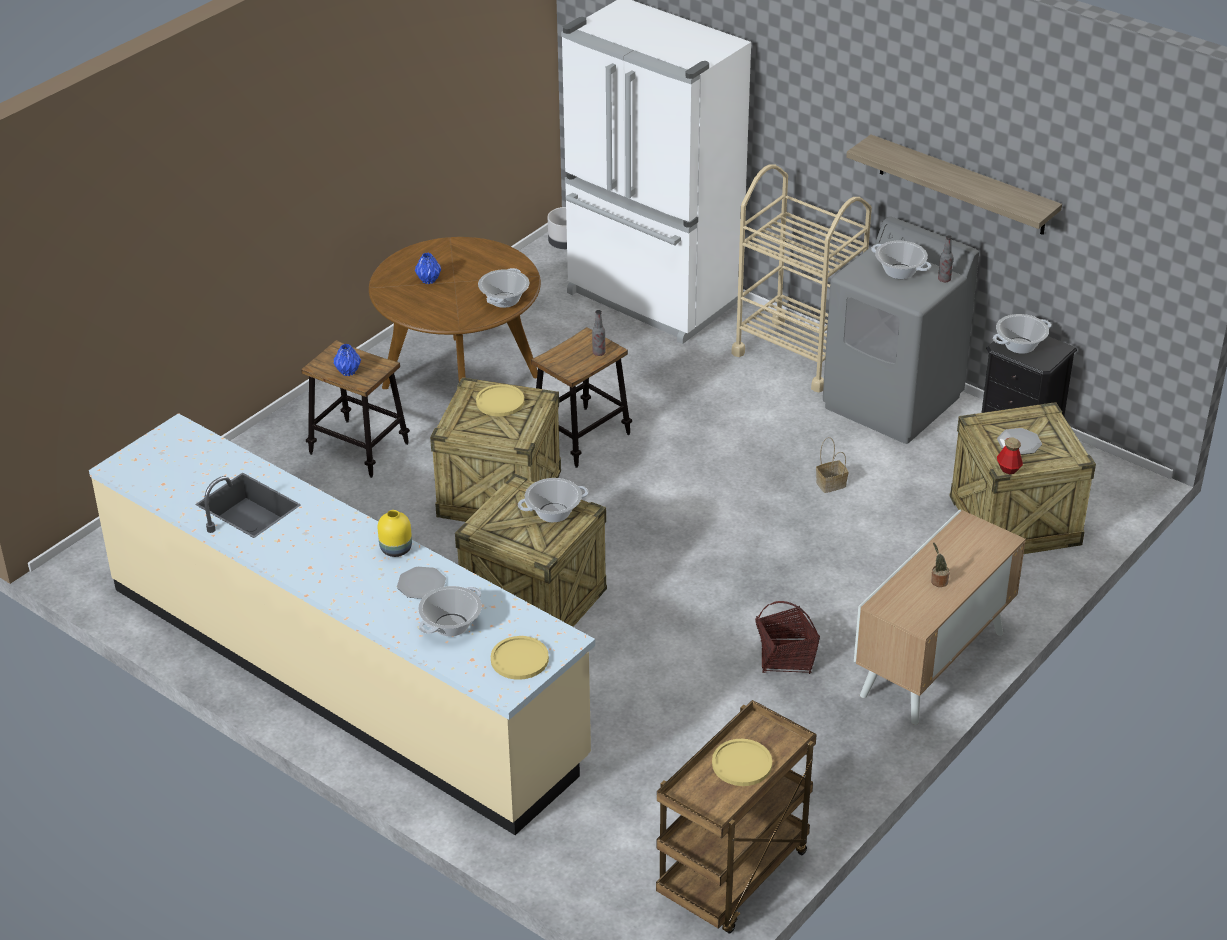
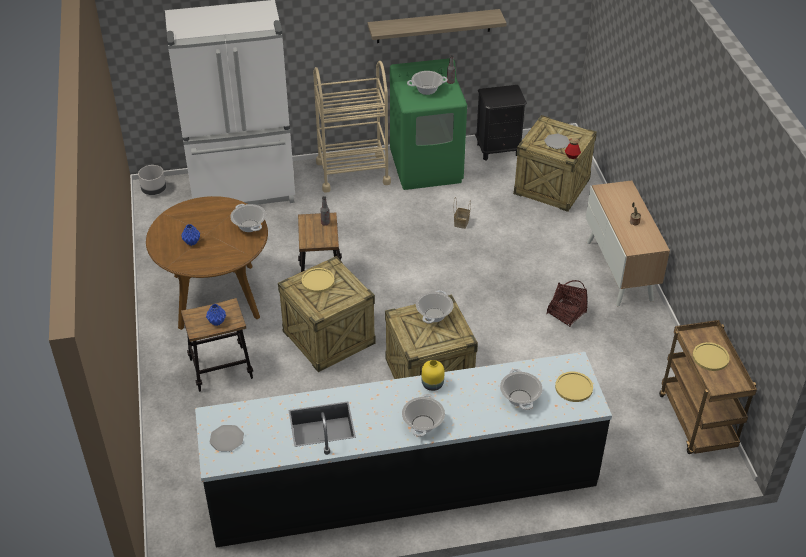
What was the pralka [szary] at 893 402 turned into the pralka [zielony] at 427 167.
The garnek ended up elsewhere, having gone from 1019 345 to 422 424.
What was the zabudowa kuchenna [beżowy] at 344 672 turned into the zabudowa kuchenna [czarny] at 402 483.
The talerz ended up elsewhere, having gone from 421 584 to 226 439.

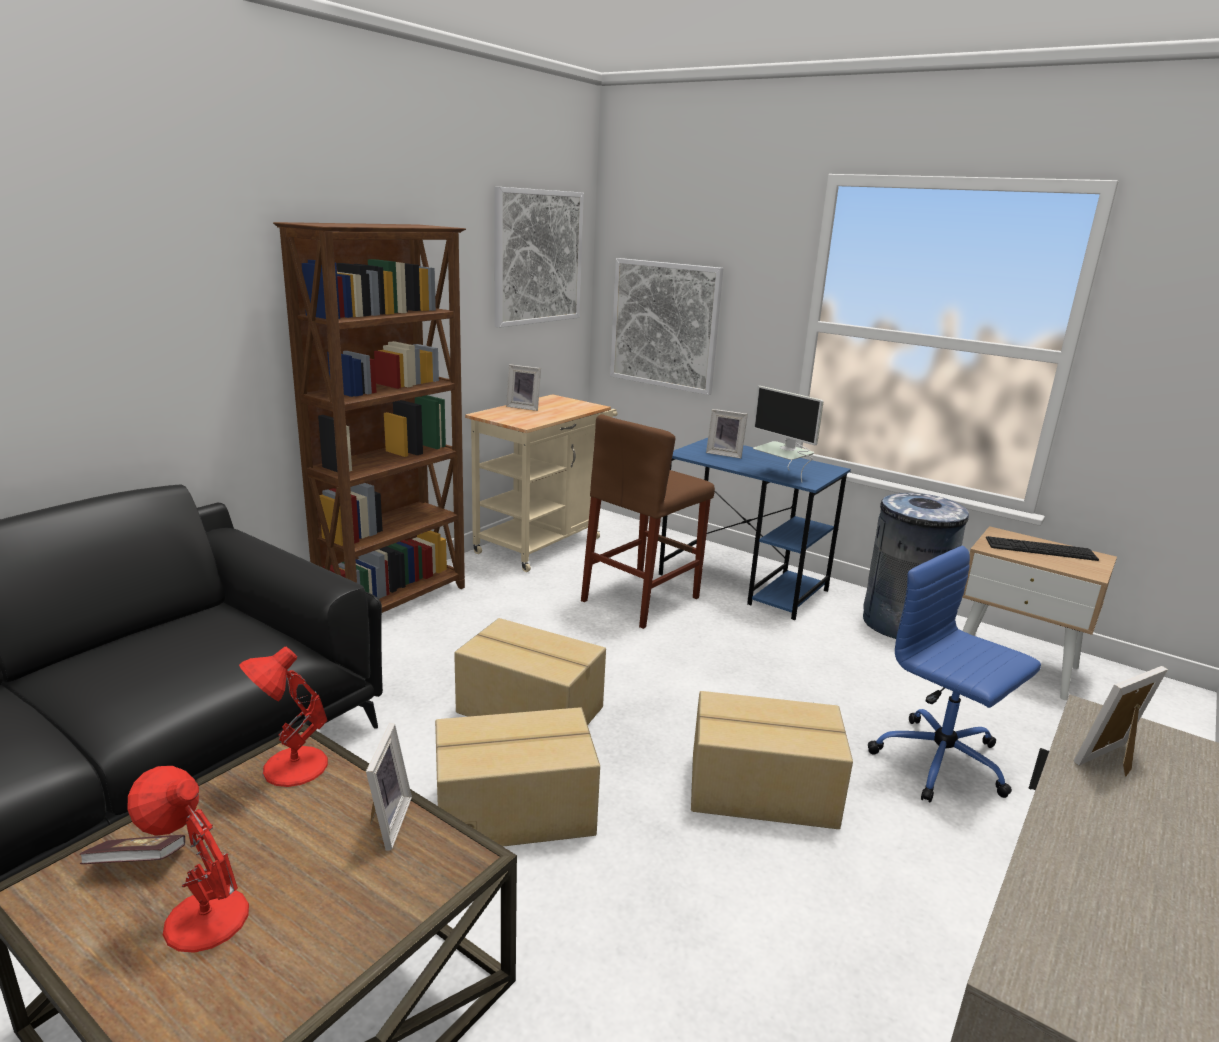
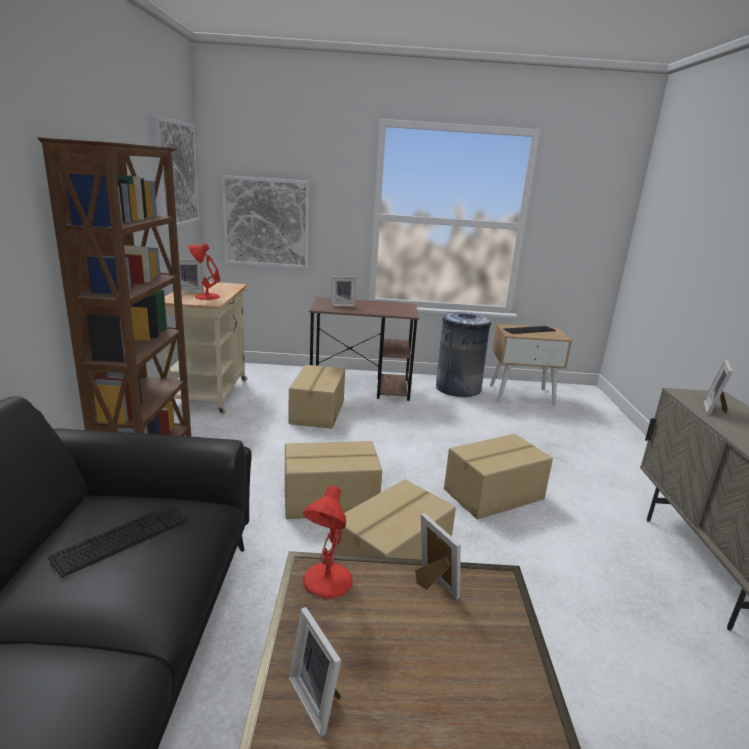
The second view lost the monitor at 781 476.
Where the stołek [brązowy] stood at 641 599, the karton came to stand at 316 412.
What was the biurko [niebieski] at 743 583 turned into the biurko [brązowy] at 361 387.
The second view lost the krzesło biurowe [niebieski] at 942 763.
The lampa stołowa [czerwony] ended up elsewhere, having gone from 202 917 to 205 296.
Where the książka stood at 137 863, the ramka na zdjęcie came to stand at 318 698.
The second view gained the klawiatura at 122 538.

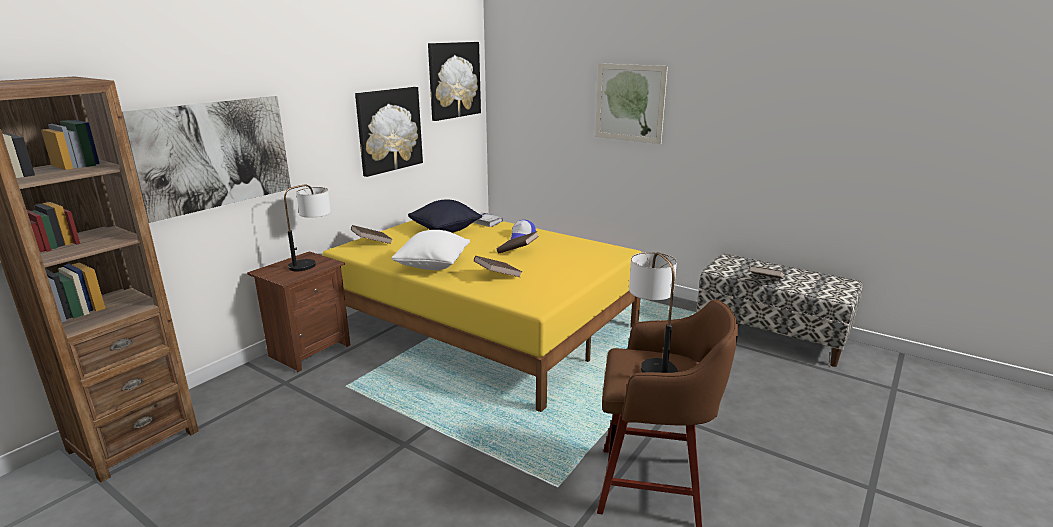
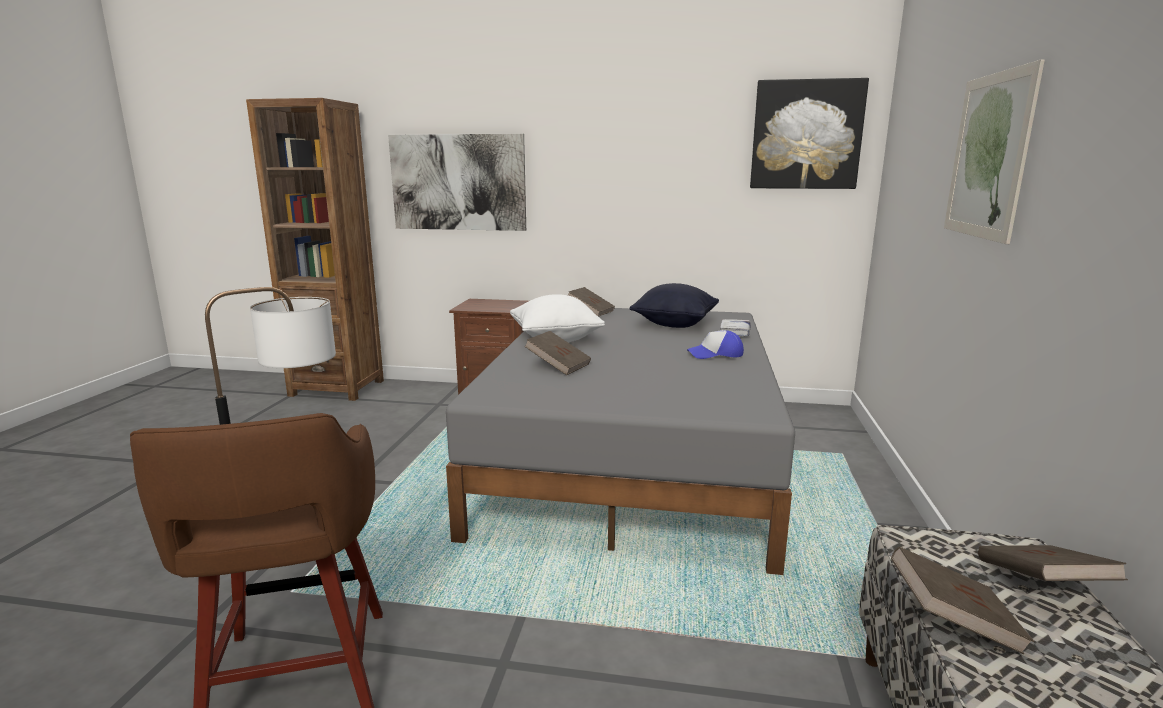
The second view lost the obraz at 389 130.
The second view lost the lampa stołowa at 313 262.
What was the łóżko [żółty] at 484 326 turned into the łóżko [szary] at 633 456.
The książka [brązowy] ended up elsewhere, having gone from 517 251 to 1041 585.

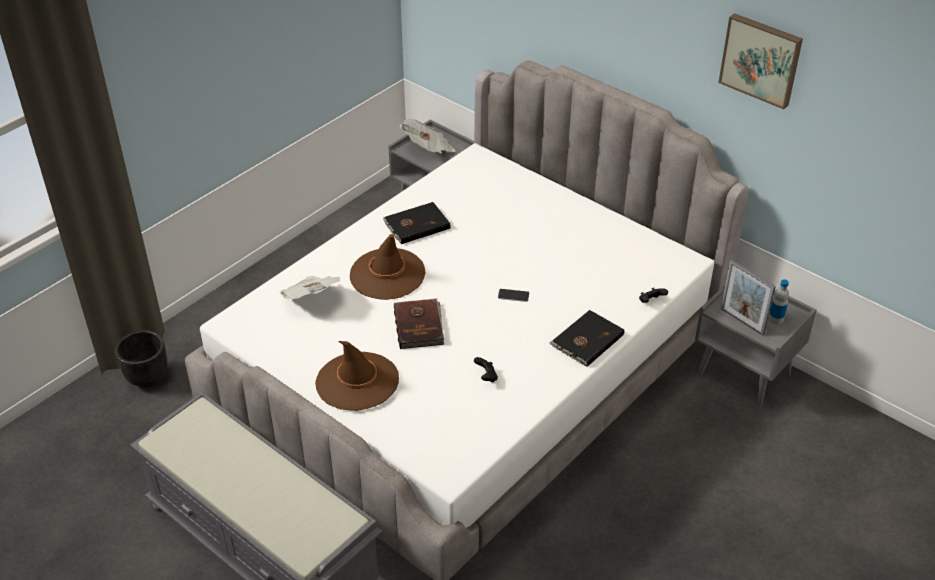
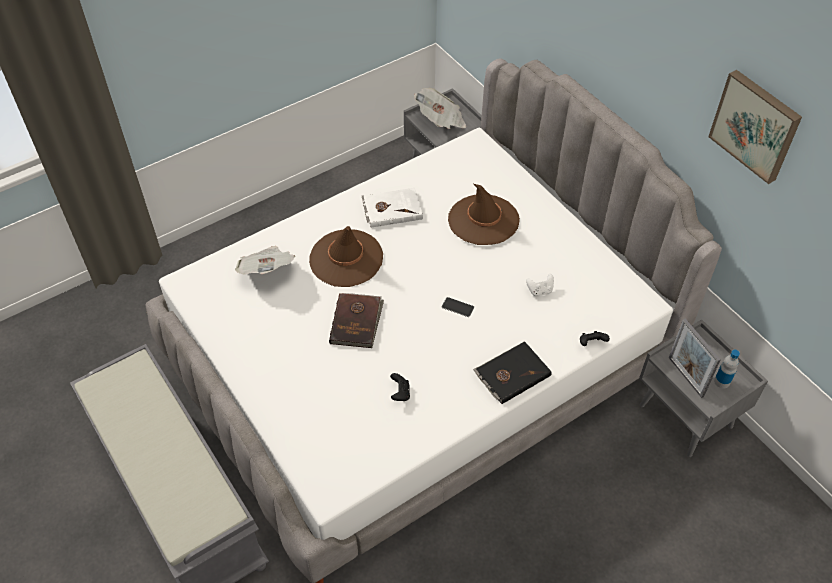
What was the książka [czarny] at 416 225 turned into the książka [biały] at 392 209.
The second view lost the donica [czarny] at 147 377.
The kapelusz [brązowy] ended up elsewhere, having gone from 357 381 to 483 220.
The second view gained the pad do gier [biały] at 540 291.

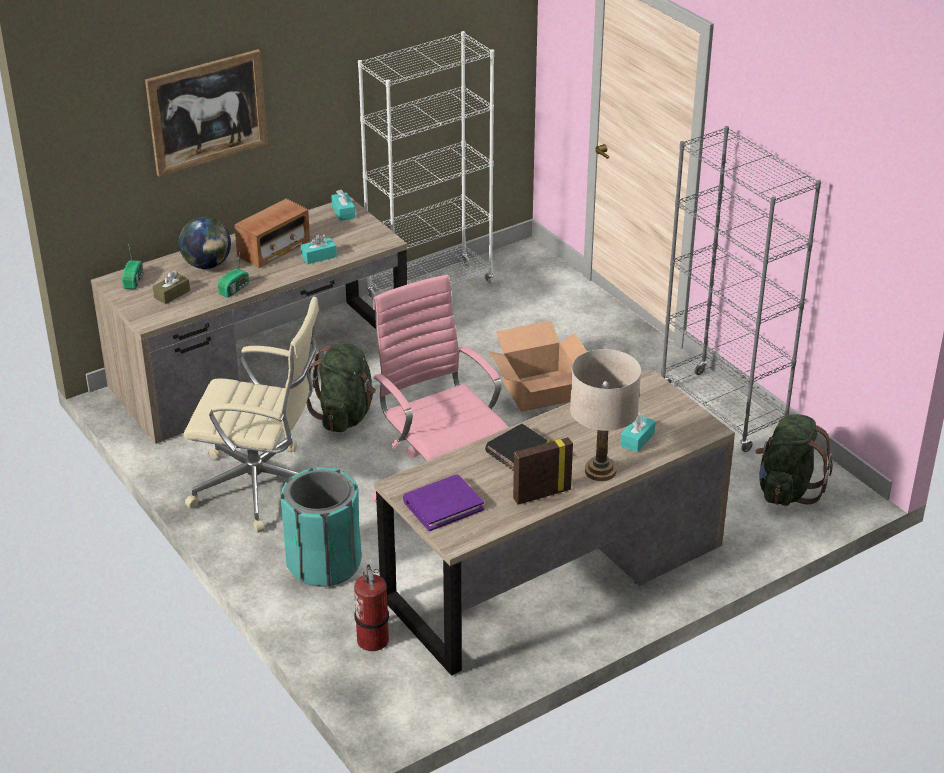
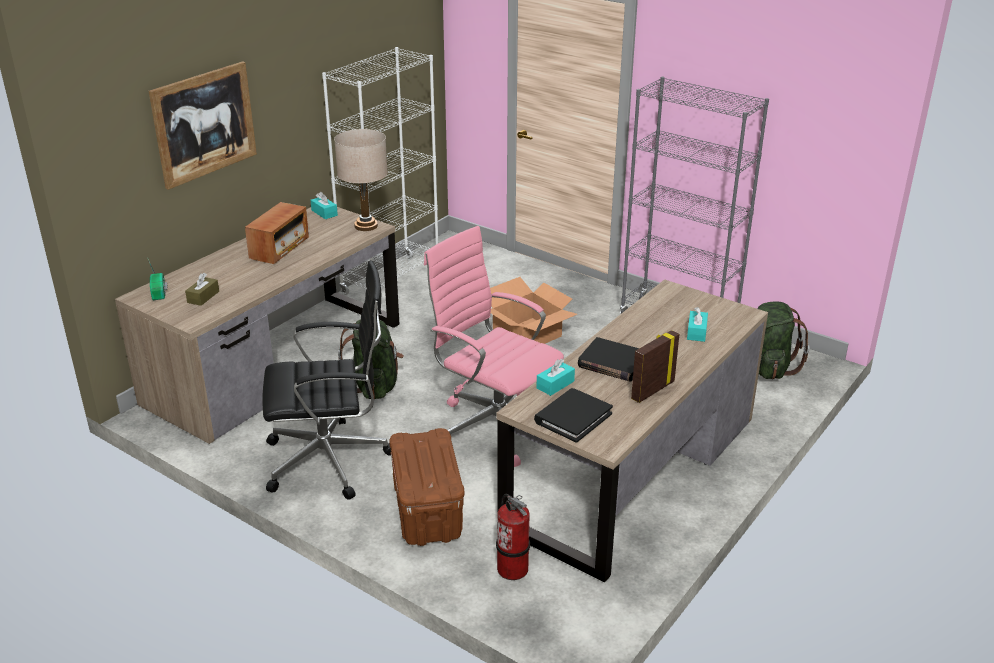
The second view lost the globus at 207 265.
The pudełko chusteczek [turkusowy] ended up elsewhere, having gone from 319 256 to 555 385.
The second view lost the radio at 235 289.
What was the krzesło biurowe [beżowy] at 261 488 turned into the krzesło biurowe [czarny] at 331 460.
The lampa stołowa [beżowy] ended up elsewhere, having gone from 600 471 to 366 226.
Where the kosz na śmieci [turkusowy] stood at 324 564, the pojemnik do przechowywania [brązowy] came to stand at 427 512.
What was the książka [fioletowy] at 443 505 turned into the książka [czarny] at 573 418.

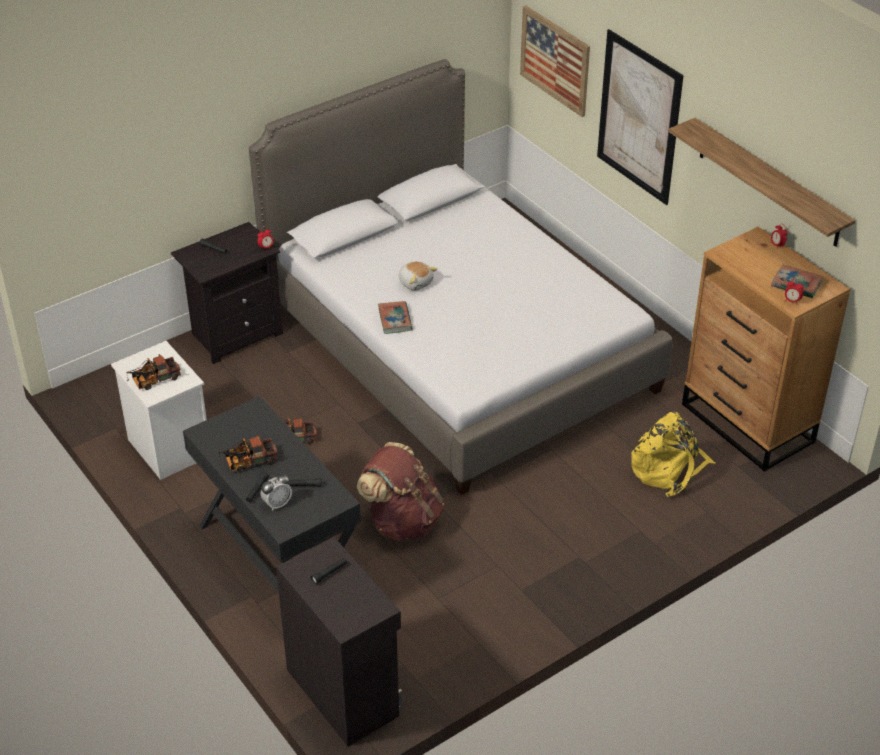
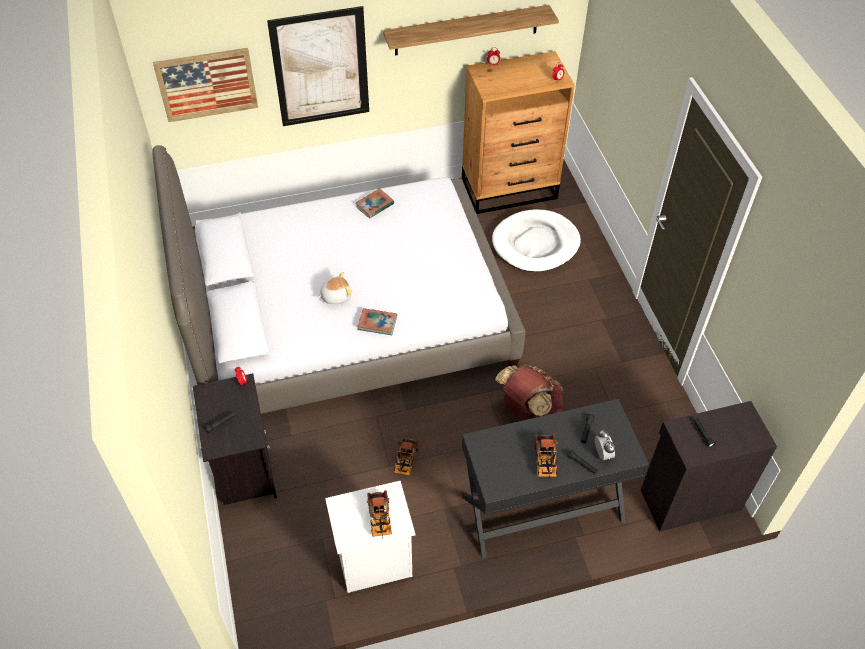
The książka ended up elsewhere, having gone from 796 284 to 374 205.
Where the plecak [żółty] stood at 668 469, the legowisko [biały] came to stand at 535 244.

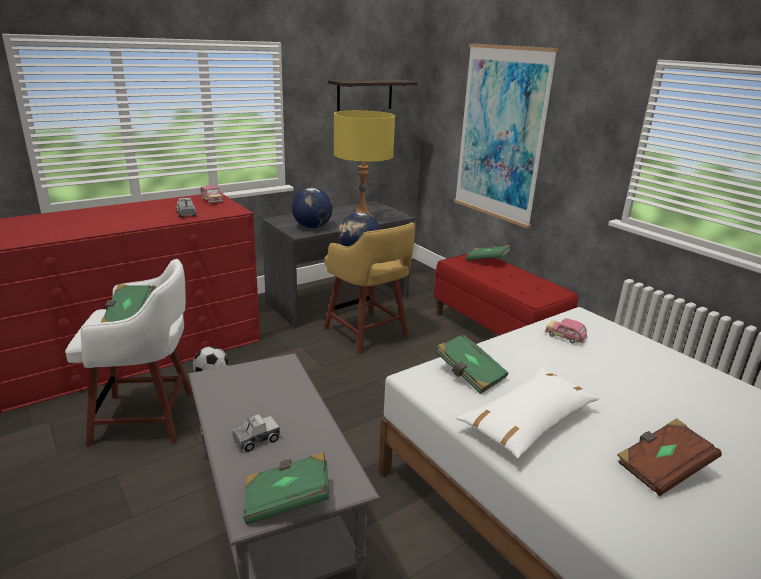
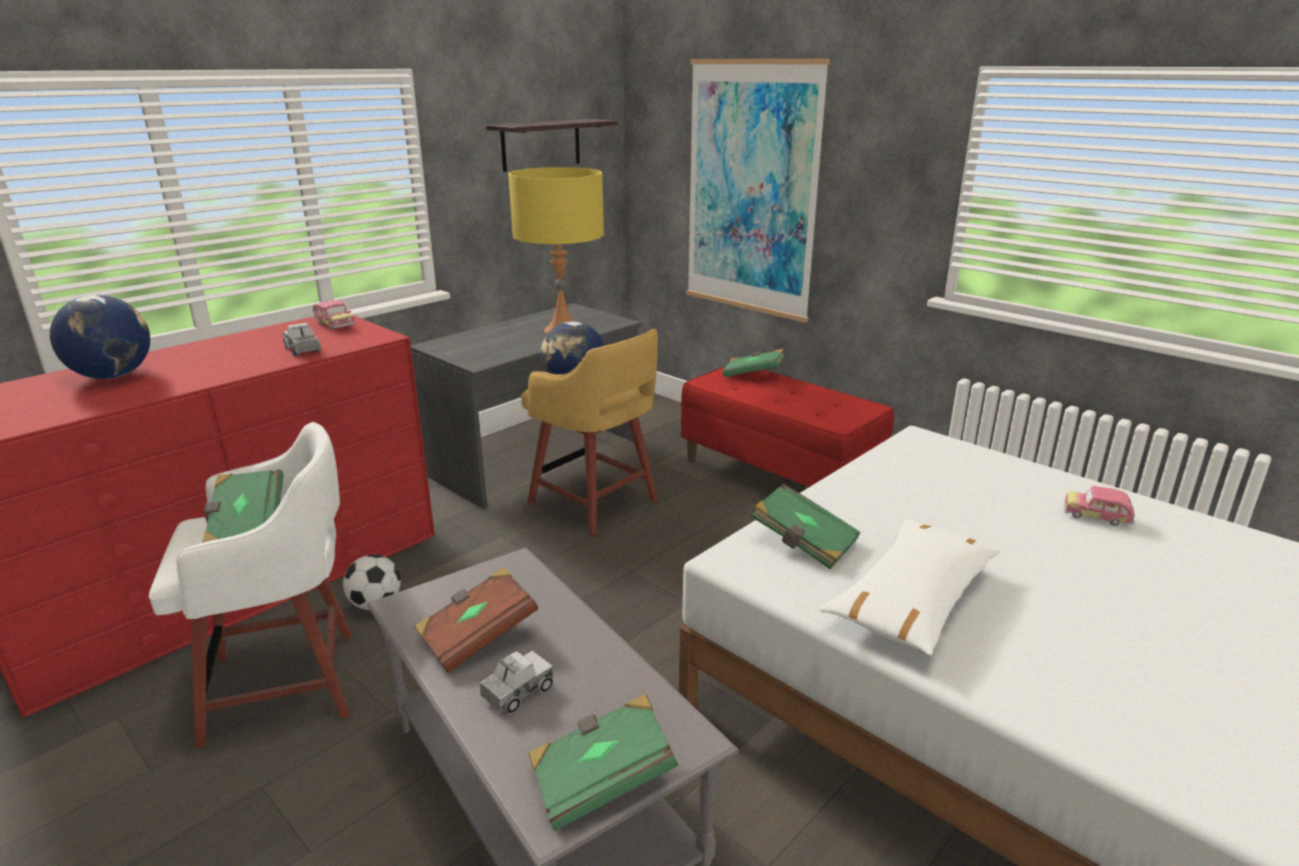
The globus ended up elsewhere, having gone from 312 227 to 113 376.
The samochodzik ended up elsewhere, having gone from 565 337 to 1096 516.
The książka [brązowy] ended up elsewhere, having gone from 662 468 to 477 636.

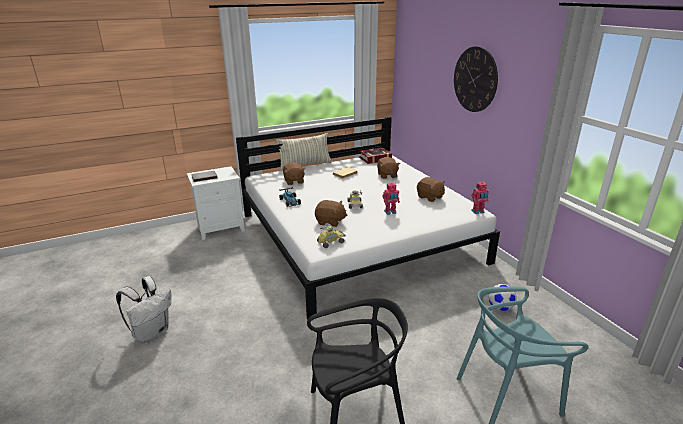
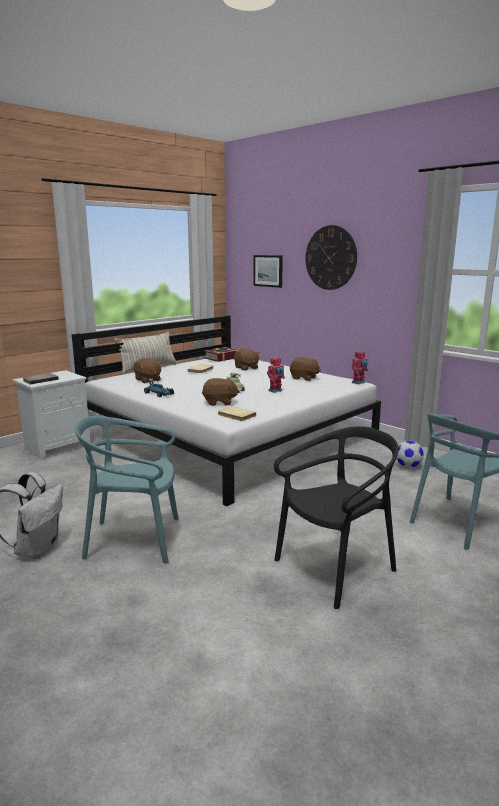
Where the samochodzik stood at 331 242, the książka [beżowy] came to stand at 235 415.
The second view gained the obraz at 268 271.
The second view gained the krzesło [turkusowy] at 134 539.

